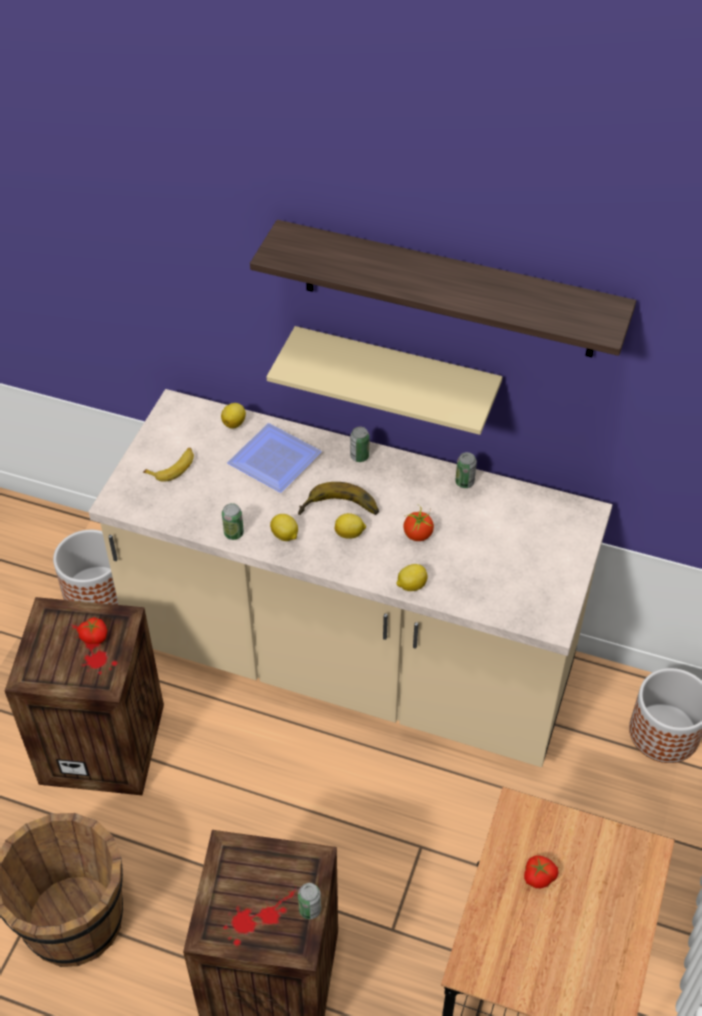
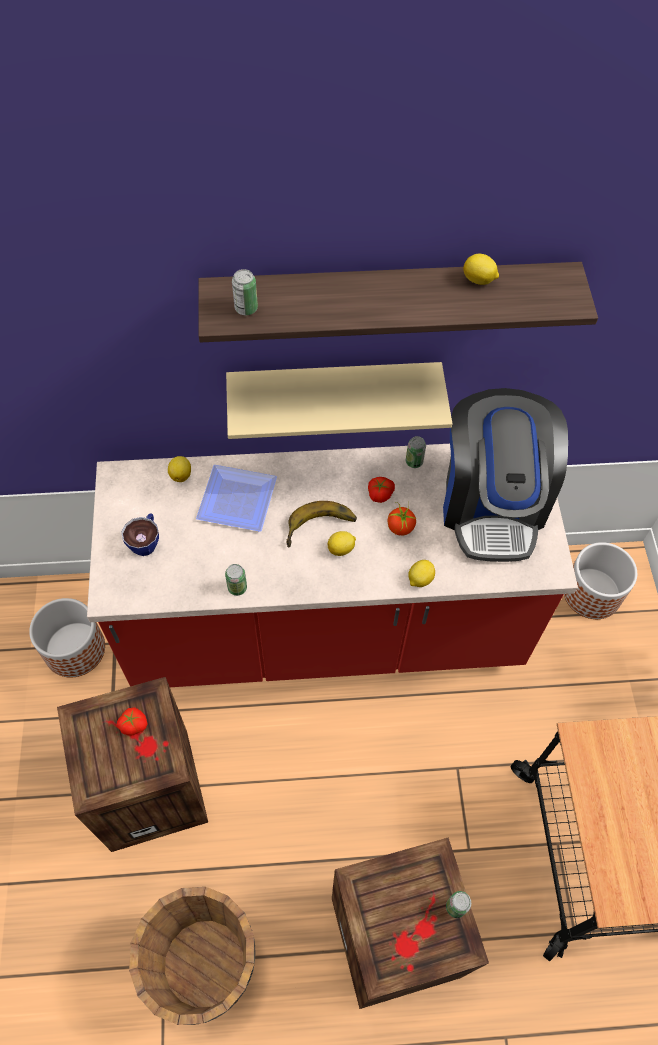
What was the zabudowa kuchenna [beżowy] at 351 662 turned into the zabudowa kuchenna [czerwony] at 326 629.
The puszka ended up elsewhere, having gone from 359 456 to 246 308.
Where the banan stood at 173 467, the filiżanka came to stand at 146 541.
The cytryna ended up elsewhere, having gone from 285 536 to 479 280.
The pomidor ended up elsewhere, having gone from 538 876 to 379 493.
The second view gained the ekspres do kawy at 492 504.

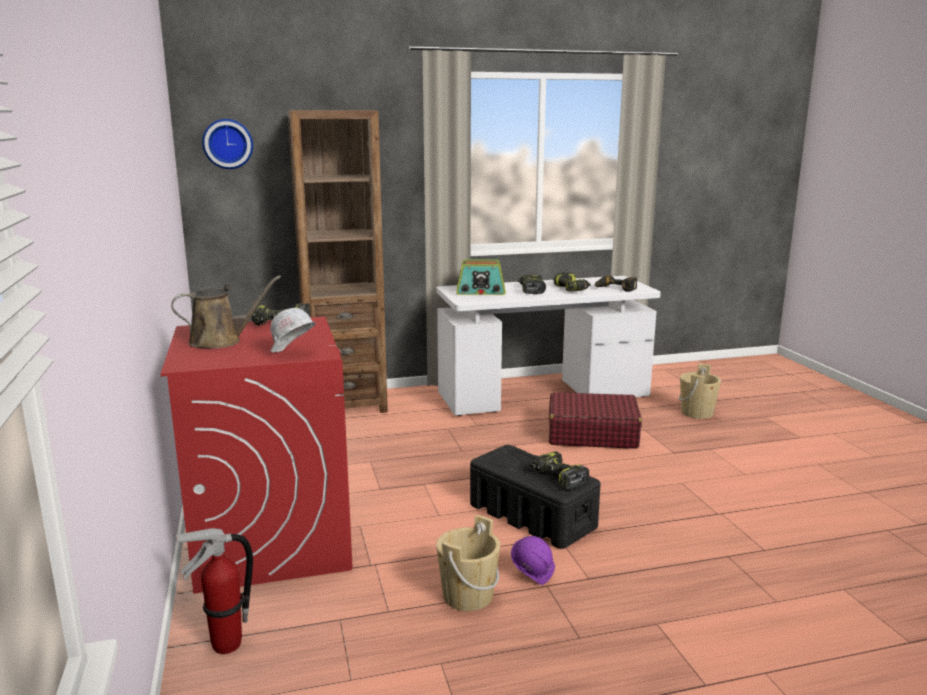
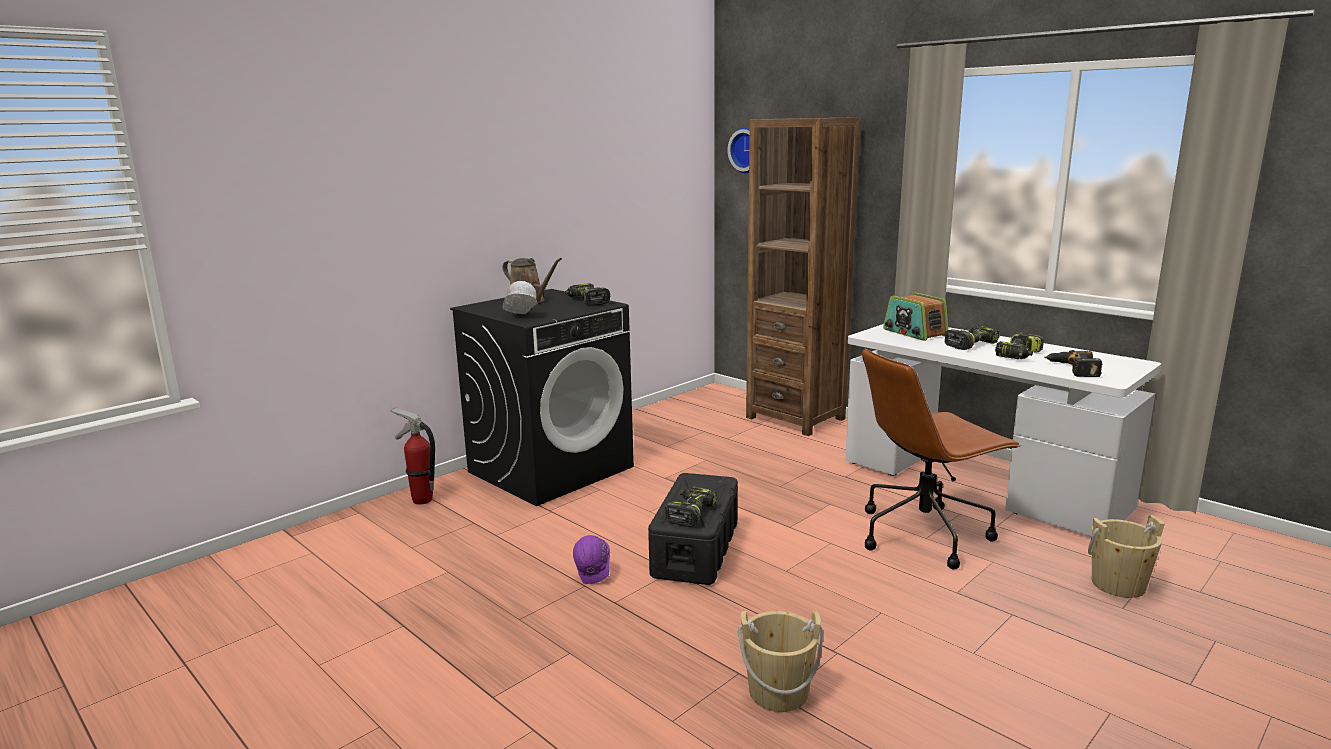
What was the pralka [czerwony] at 271 538 turned into the pralka [czarny] at 551 469.
Where the walizka [czerwony] stood at 591 434, the krzesło biurowe [brązowy] came to stand at 924 534.
The wiadro [beżowy] ended up elsewhere, having gone from 468 596 to 778 692.

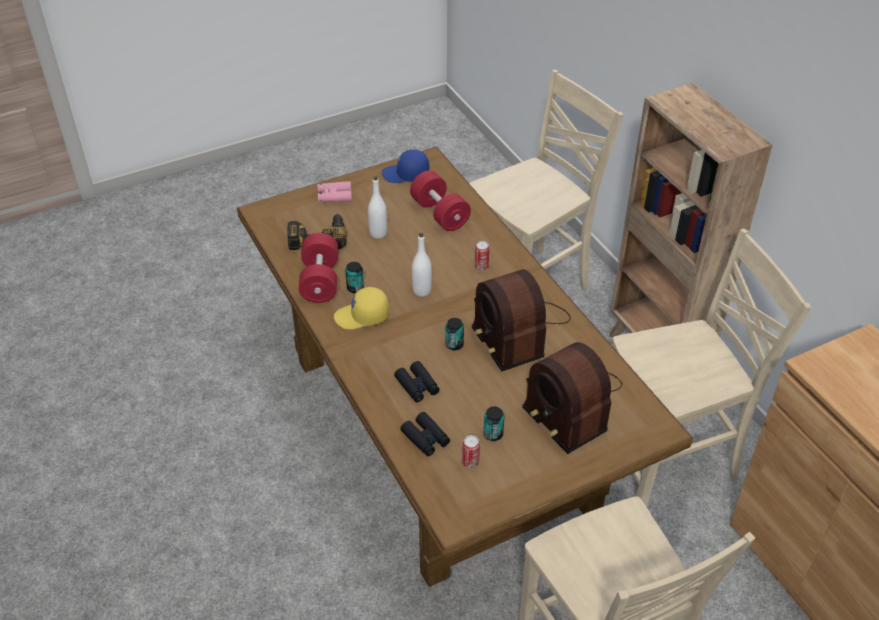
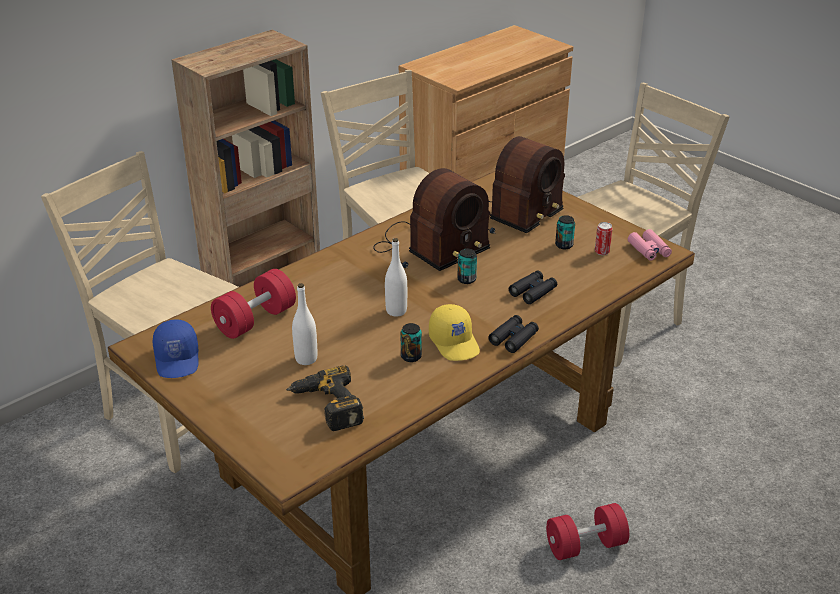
The lornetka [różowy] ended up elsewhere, having gone from 334 196 to 649 250.
The hantel [czerwony] ended up elsewhere, having gone from 320 281 to 585 545.
The second view lost the puszka at 481 266.
The lornetka [czarny] ended up elsewhere, having gone from 425 438 to 513 338.

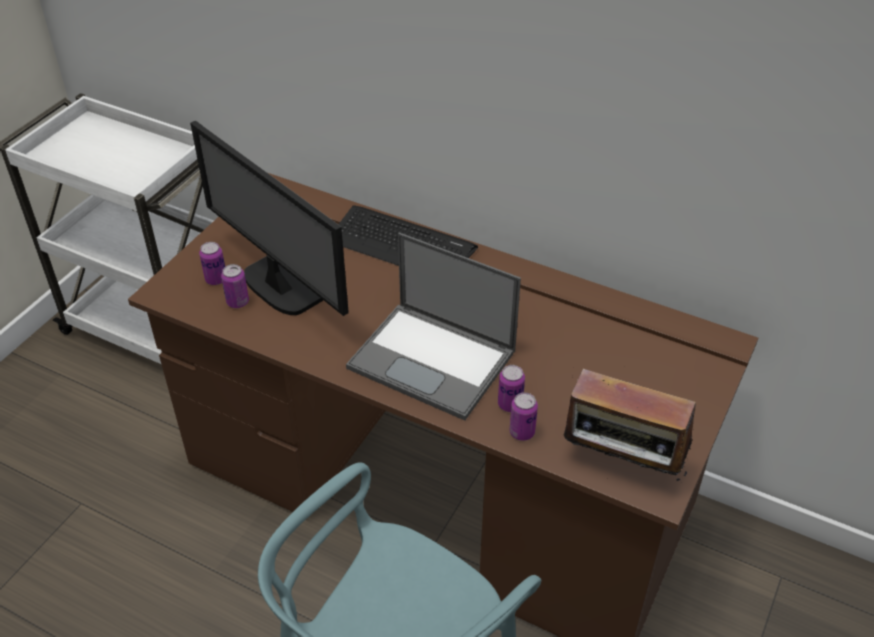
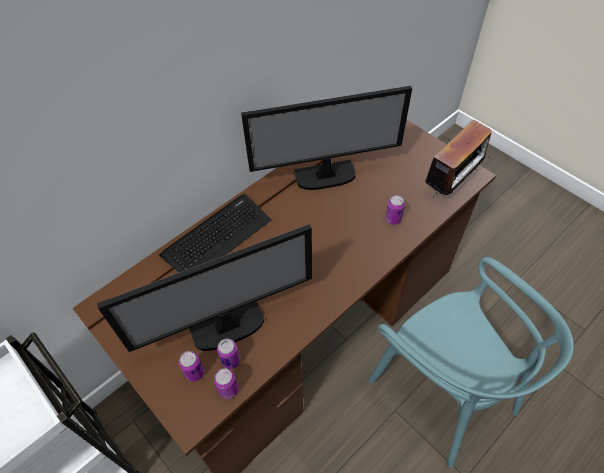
The second view lost the laptop at 434 360.
The puszka ended up elsewhere, having gone from 522 432 to 228 390.
The second view gained the monitor at 325 177.

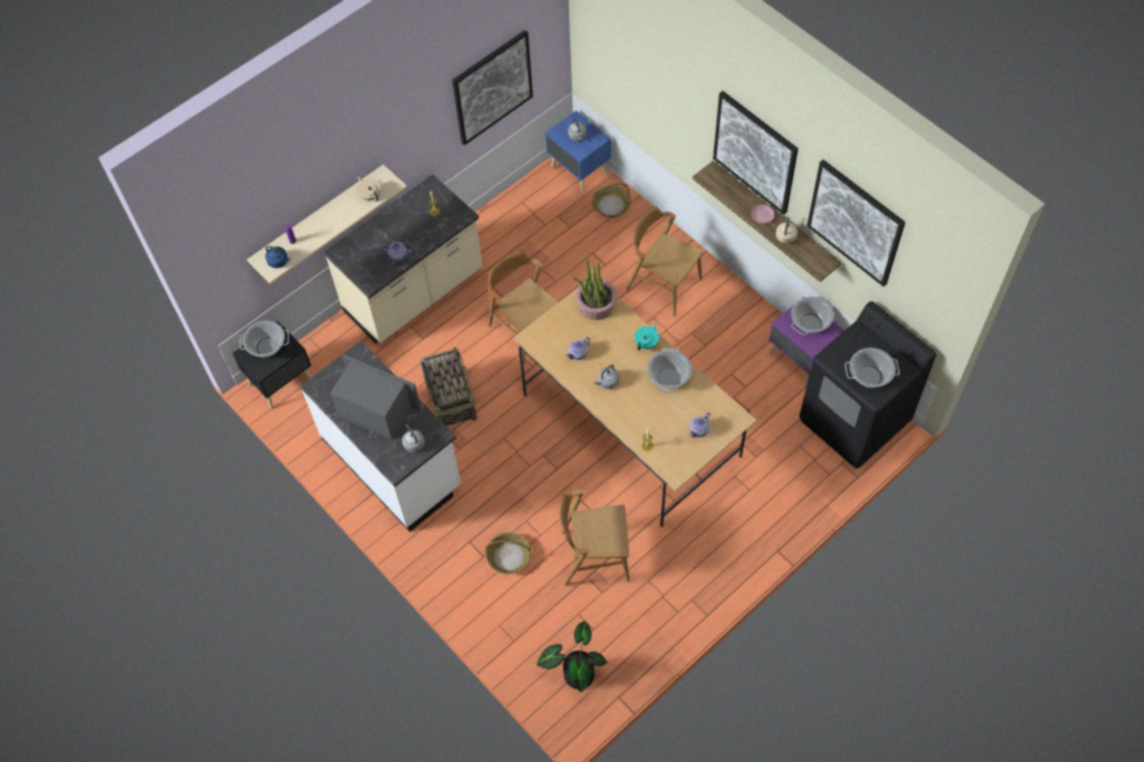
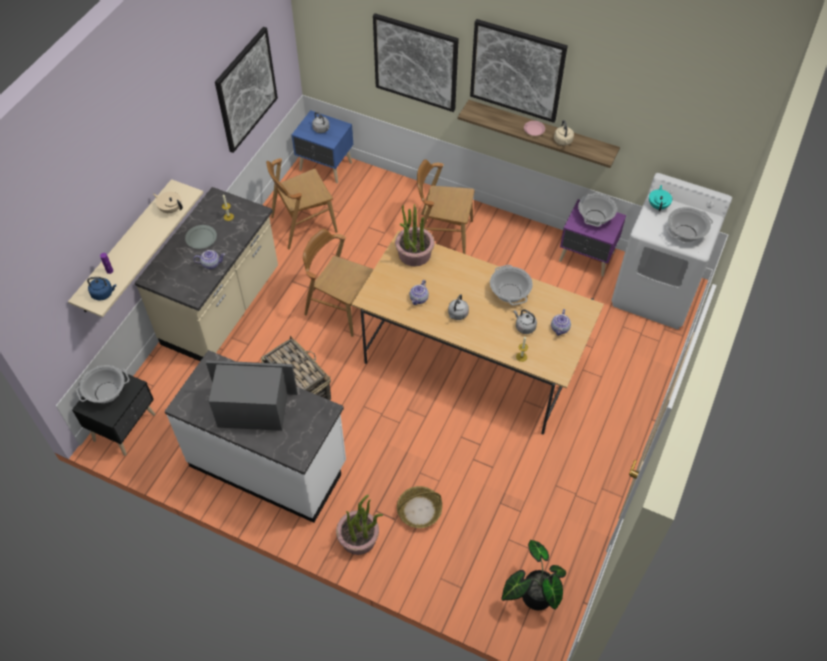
The obraz ended up elsewhere, having gone from 855 222 to 416 62.
The second view lost the koszyk at 611 205.
What was the pralka [czarny] at 854 421 turned into the pralka [biały] at 656 292.
The imbryk [turkusowy] ended up elsewhere, having gone from 647 343 to 658 205.
The czajnik [szary] ended up elsewhere, having gone from 413 443 to 524 326.
The krzesło [brązowy] ended up elsewhere, having gone from 594 555 to 303 224.
The second view gained the talerz [szary] at 201 238.
The second view gained the roślina doniczkowa at 359 538.

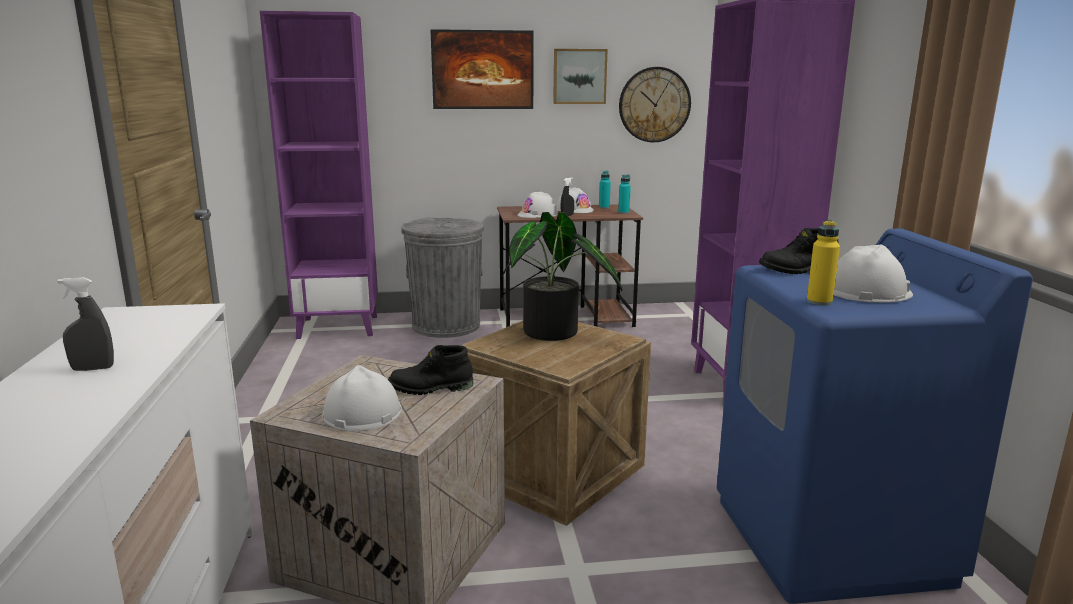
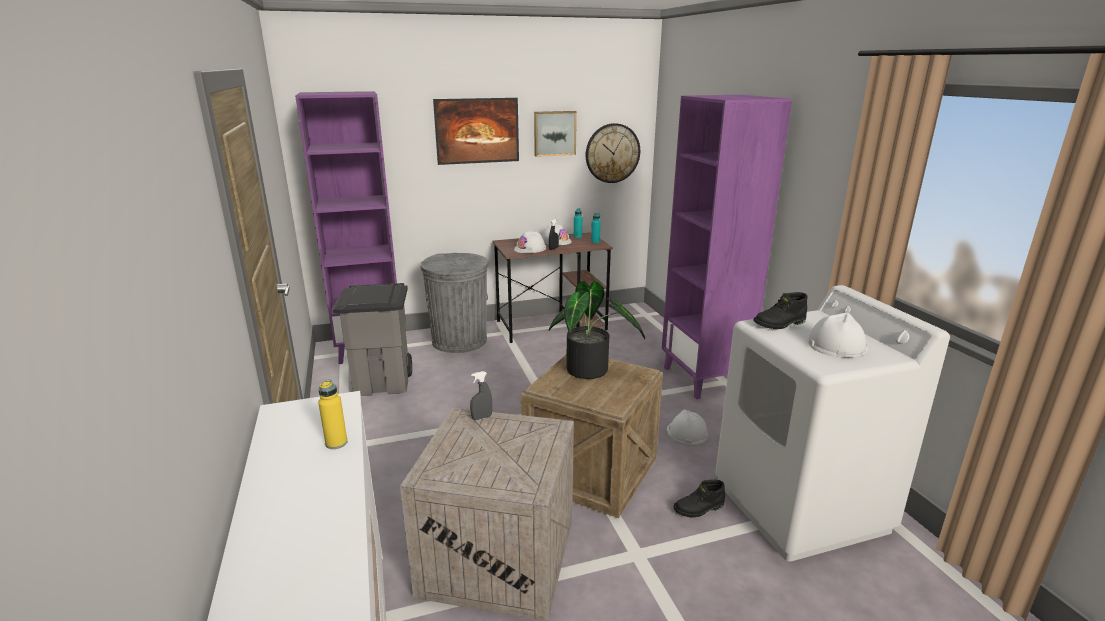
The butelka [żółty] ended up elsewhere, having gone from 819 302 to 336 443.
What was the pralka [niebieski] at 830 541 turned into the pralka [biały] at 800 506.
The spryskiwacz [szary] ended up elsewhere, having gone from 93 368 to 482 417.
The but z cholewką [czarny] ended up elsewhere, having gone from 430 388 to 699 509.
The kask [biały] ended up elsewhere, having gone from 362 412 to 686 432.
The second view gained the kosz na śmieci [szary] at 384 382.

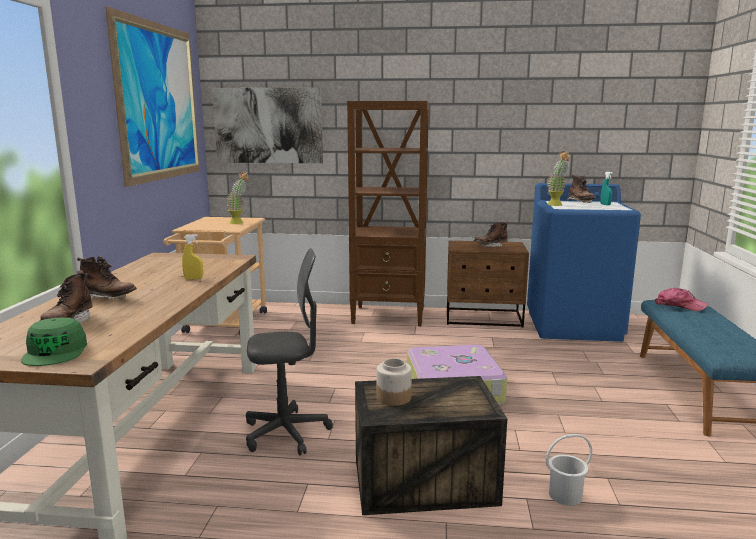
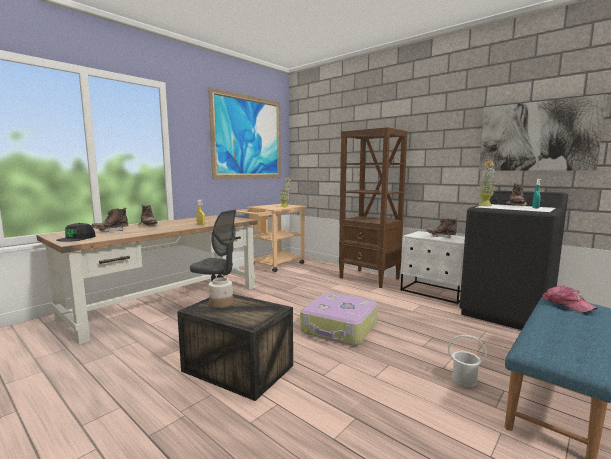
The obraz ended up elsewhere, having gone from 268 125 to 536 136.
What was the pralka [niebieski] at 574 325 turned into the pralka [czarny] at 506 313.
What was the szafka nocna [brązowy] at 484 318 turned into the szafka nocna [biały] at 434 293.
What was the czapka z daszkiem [zielony] at 55 351 turned into the czapka z daszkiem [czarny] at 77 238.
The wiadro [biały] ended up elsewhere, having gone from 565 495 to 464 380.

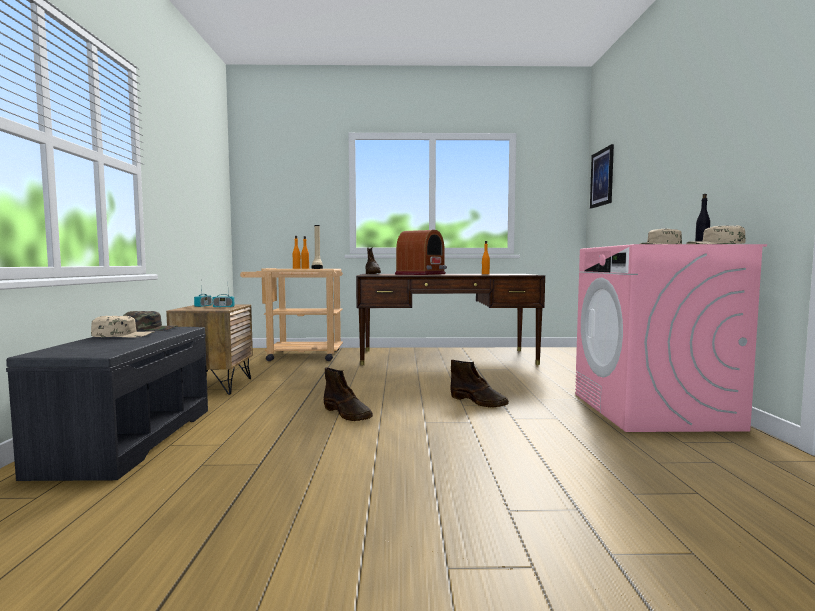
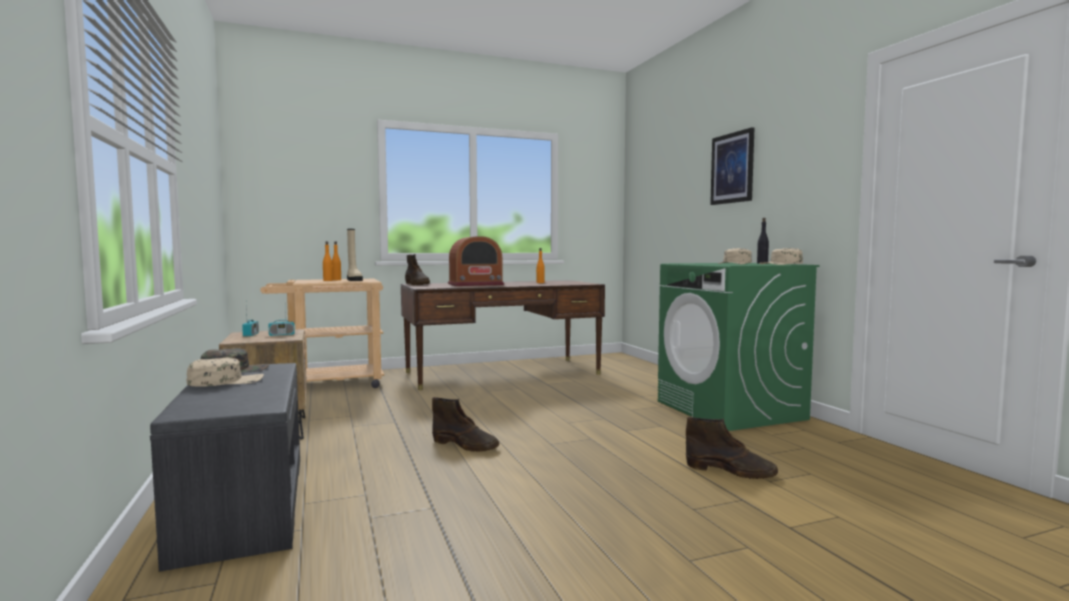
The obraz ended up elsewhere, having gone from 602 178 to 732 168.
The radio at 421 274 ended up facing another way, 60 degrees clockwise from before.
What was the pralka [różowy] at 653 411 turned into the pralka [zielony] at 730 410.
The but z cholewką [brązowy] ended up elsewhere, having gone from 478 402 to 731 471.

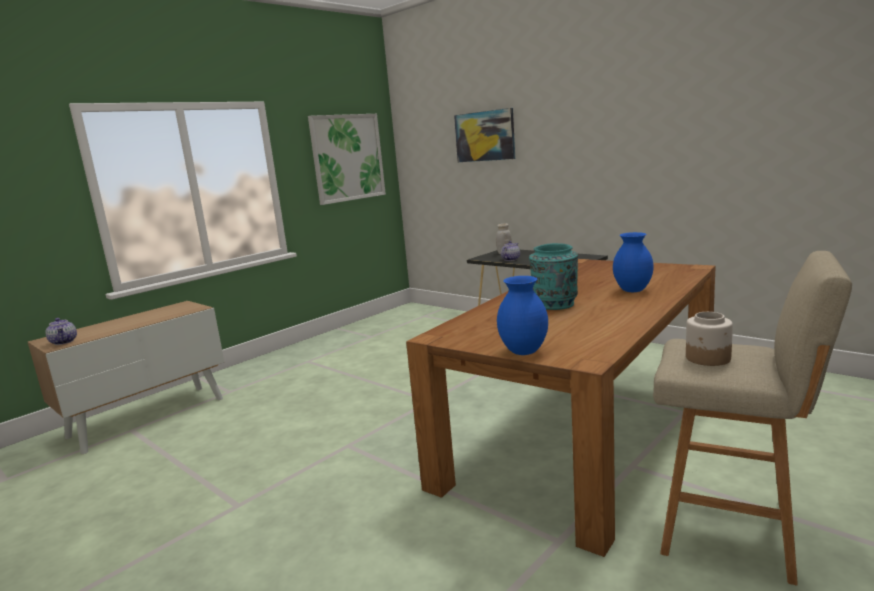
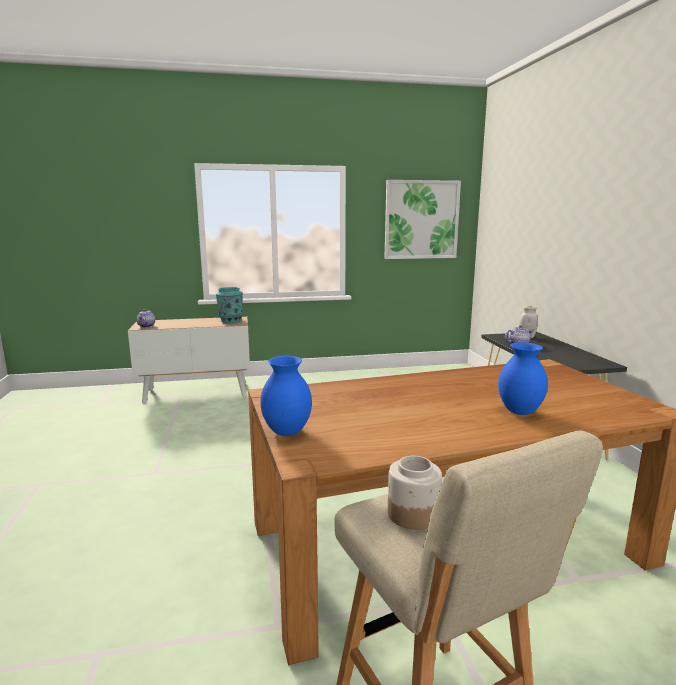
The second view lost the obraz at 485 136.
The wazon [turkusowy] ended up elsewhere, having gone from 555 305 to 230 321.

